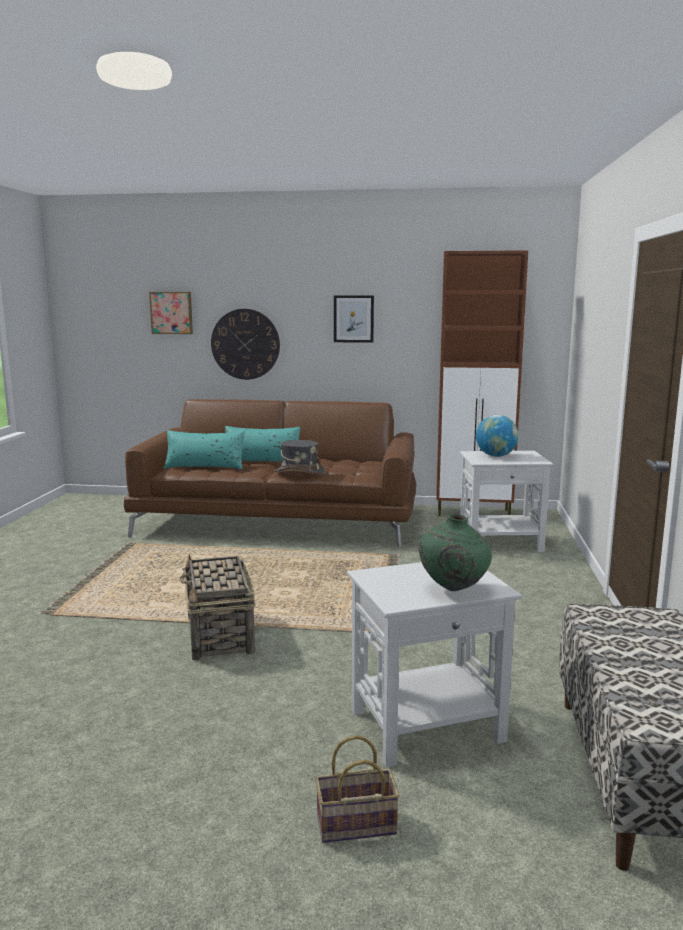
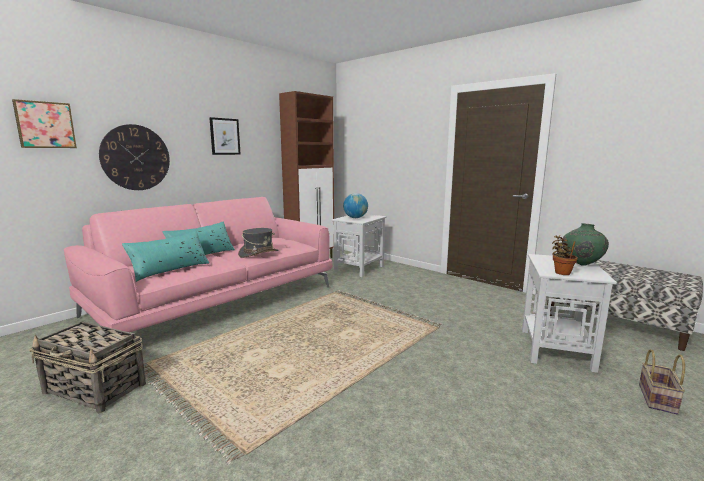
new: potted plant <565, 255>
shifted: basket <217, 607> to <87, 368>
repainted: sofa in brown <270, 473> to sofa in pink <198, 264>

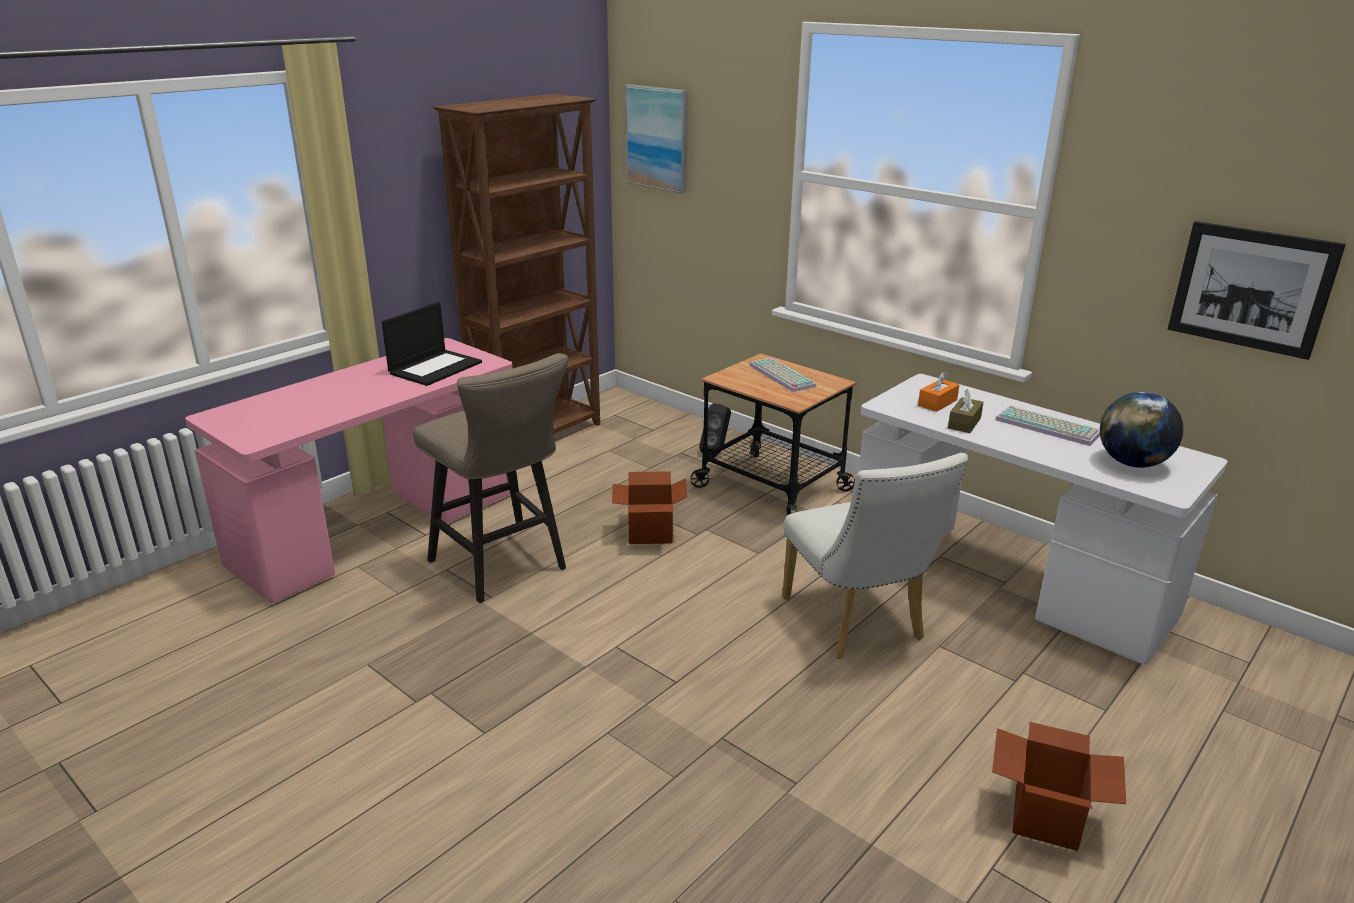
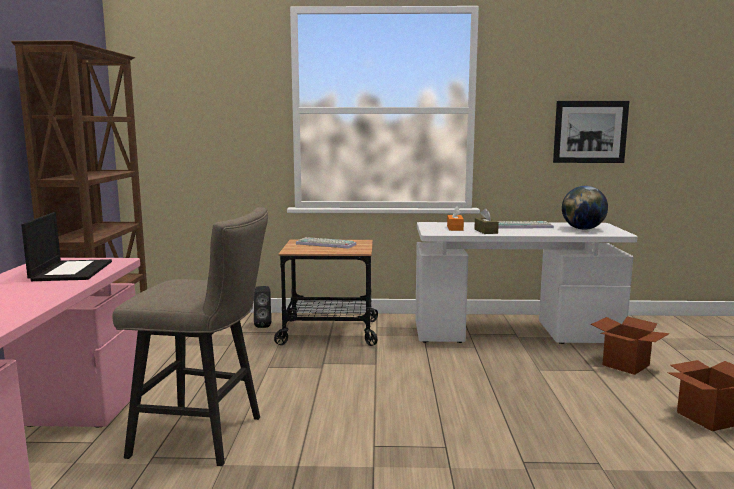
gone: picture <656, 139>; chair in white <875, 556>
shifted: cardboard box <649, 507> to <630, 345>

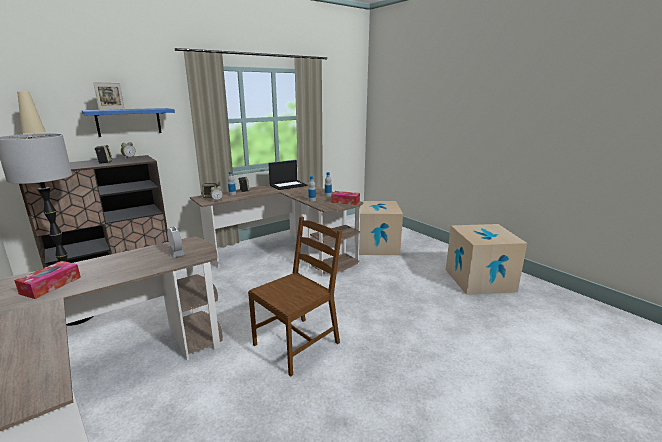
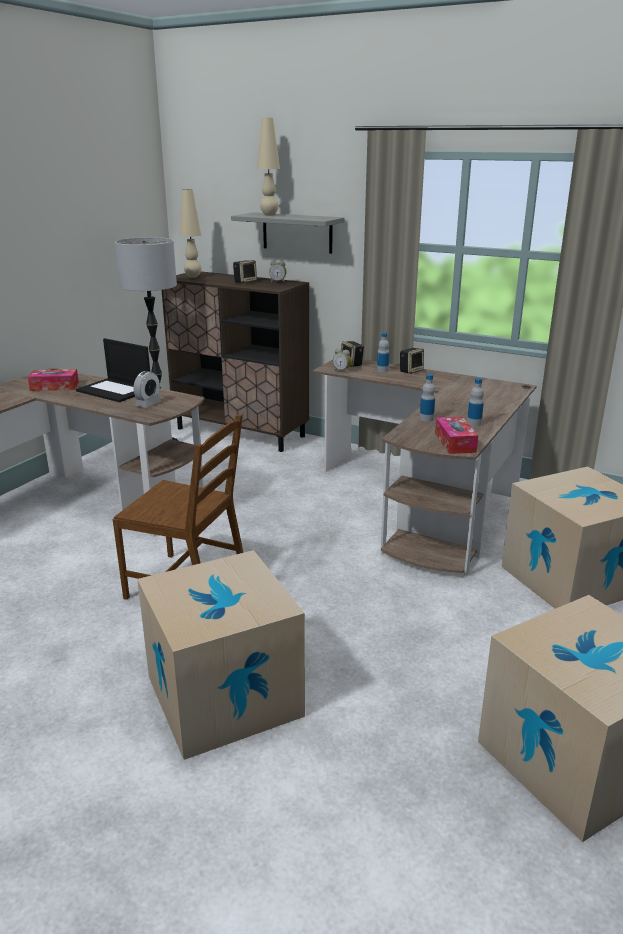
new: cardboard box <221, 655>
shifted: laptop <287, 175> to <113, 370>
swapped: picture frame <108, 96> to table lamp in beige <268, 167>
repainted: shelf in blue <128, 122> to shelf in grey <287, 233>

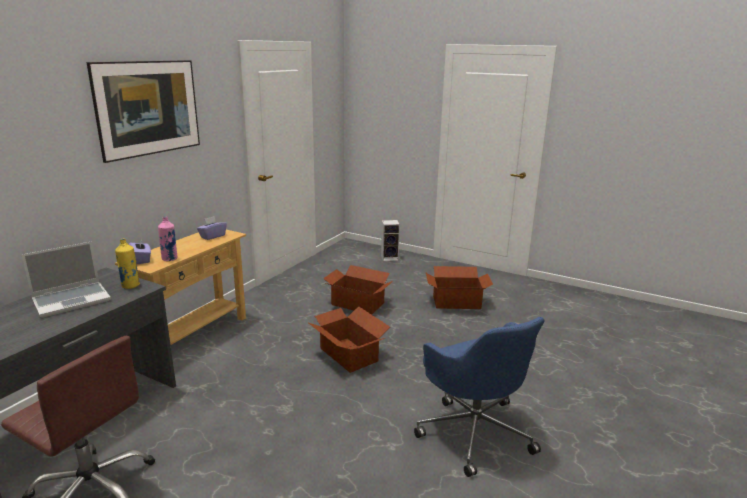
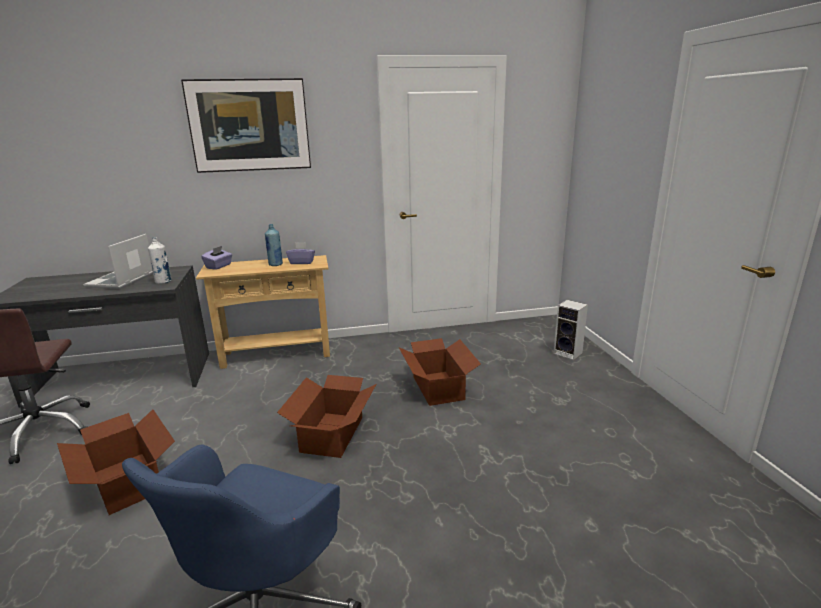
gone: bottle in pink <167, 239>
new: bottle in blue <274, 245>
shifted: cardboard box <459, 287> to <116, 462>
repainted: bottle in yellow <127, 263> to bottle in white <160, 260>
rotated: laptop <66, 279> = <118, 261> 90 degrees clockwise

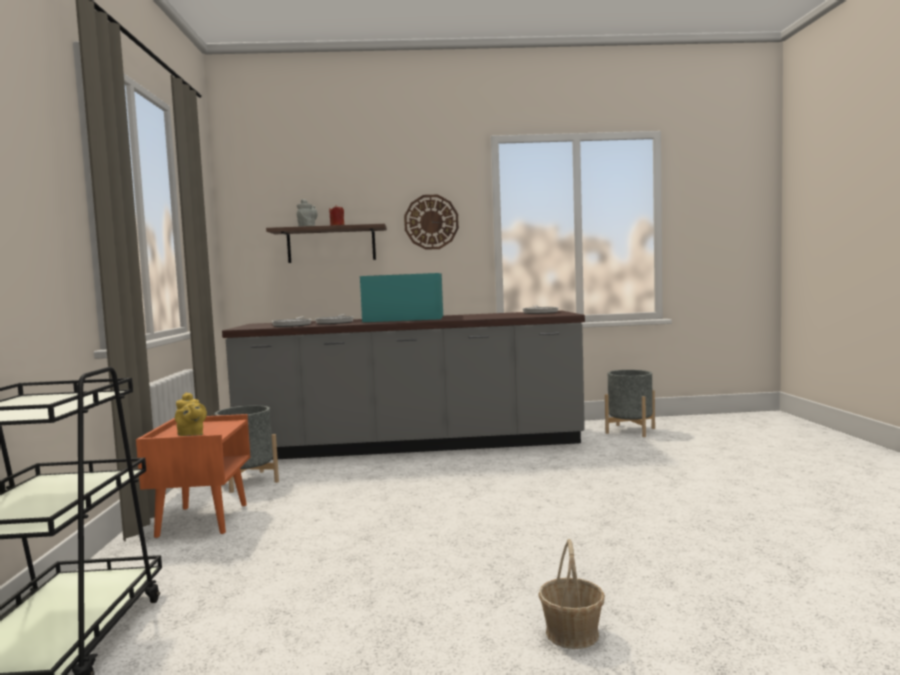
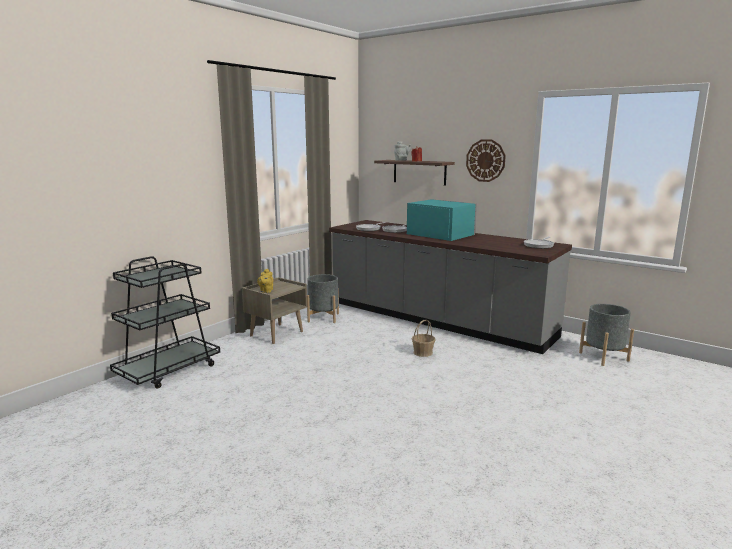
shifted: basket <571, 594> to <424, 338>
repainted: nightstand in orange <193, 476> to nightstand in beige <274, 310>

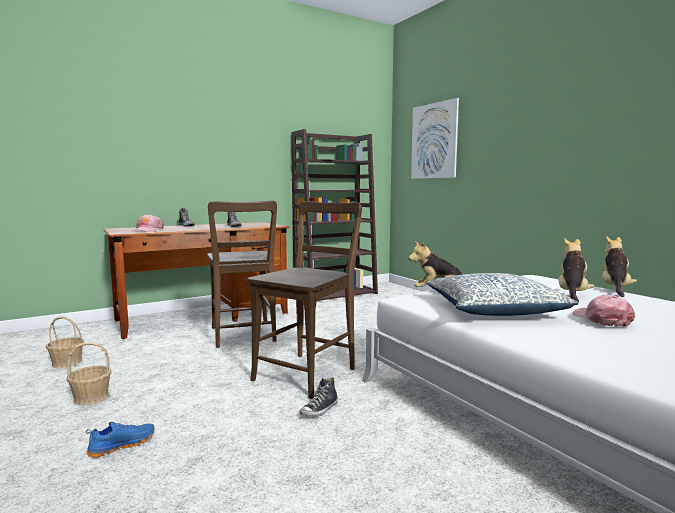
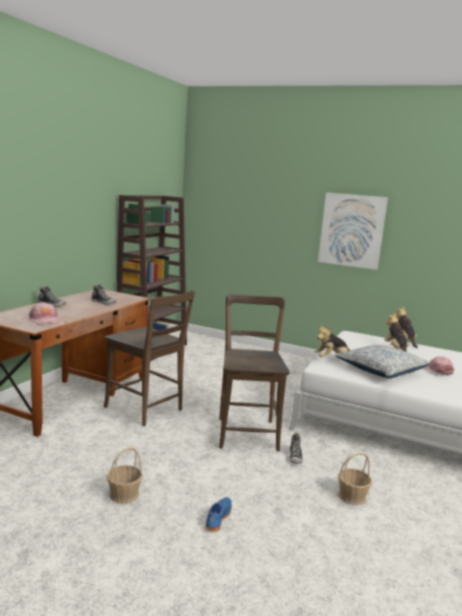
shifted: basket <65, 342> to <355, 478>; picture <435, 138> to <353, 231>

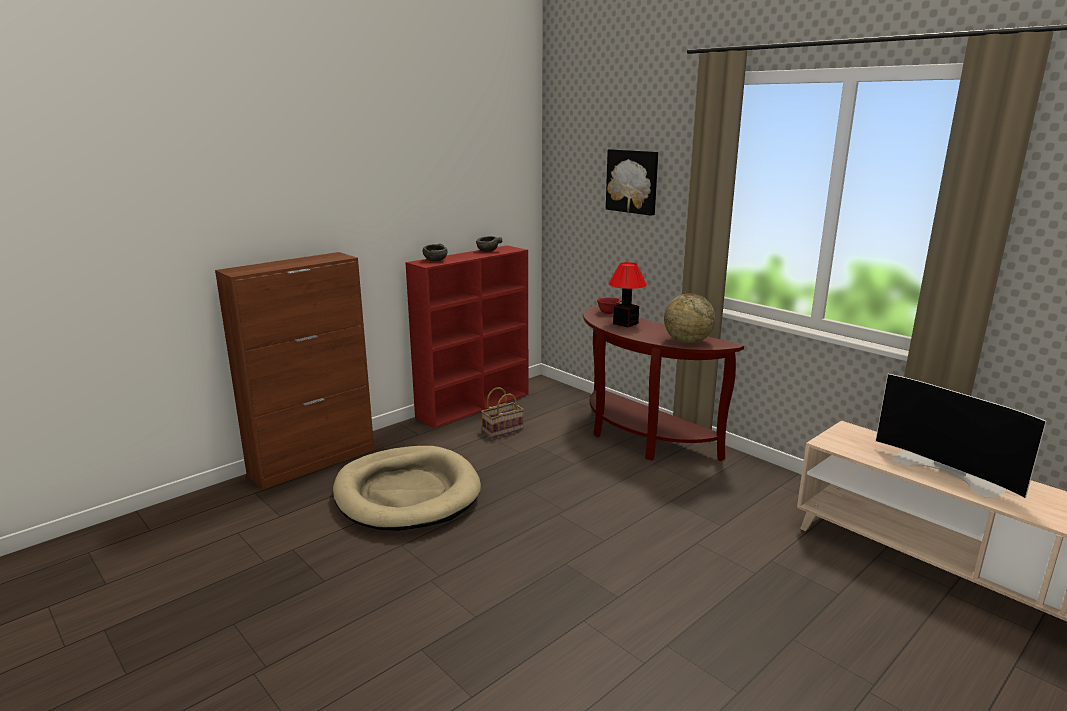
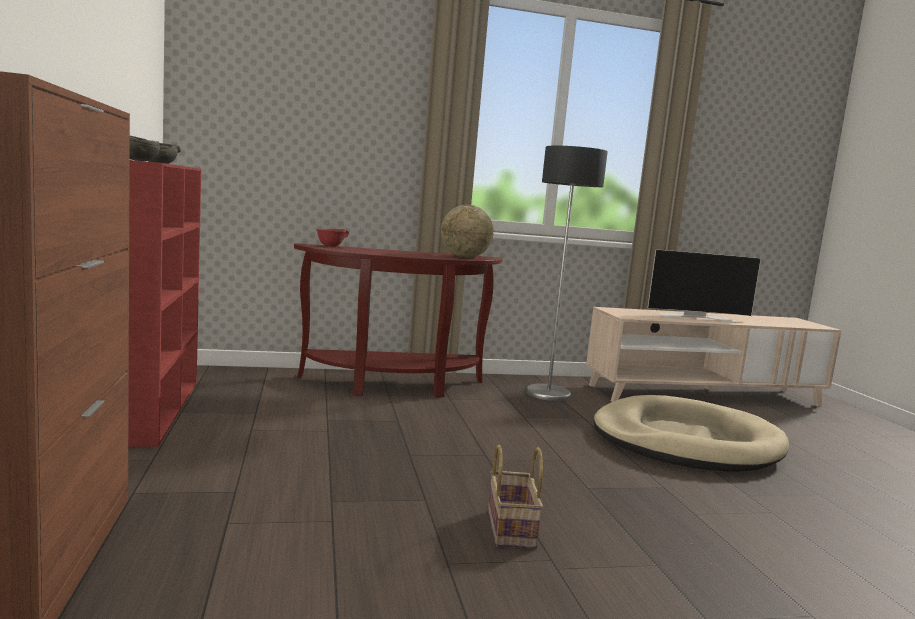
gone: picture <632, 182>; table lamp <627, 294>
new: floor lamp <567, 273>
shifted: dog bed in beige <407, 488> to <691, 433>; basket <502, 412> to <515, 497>

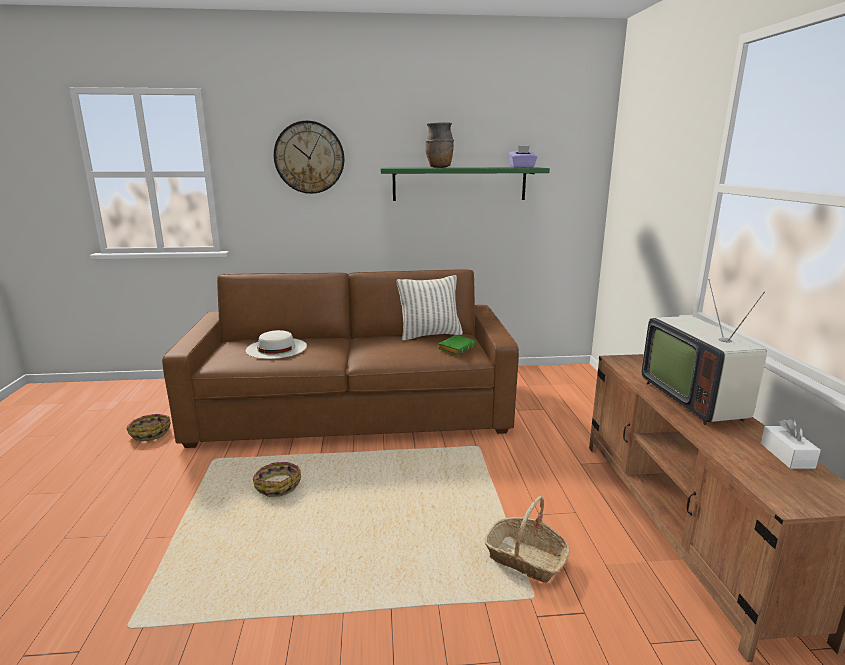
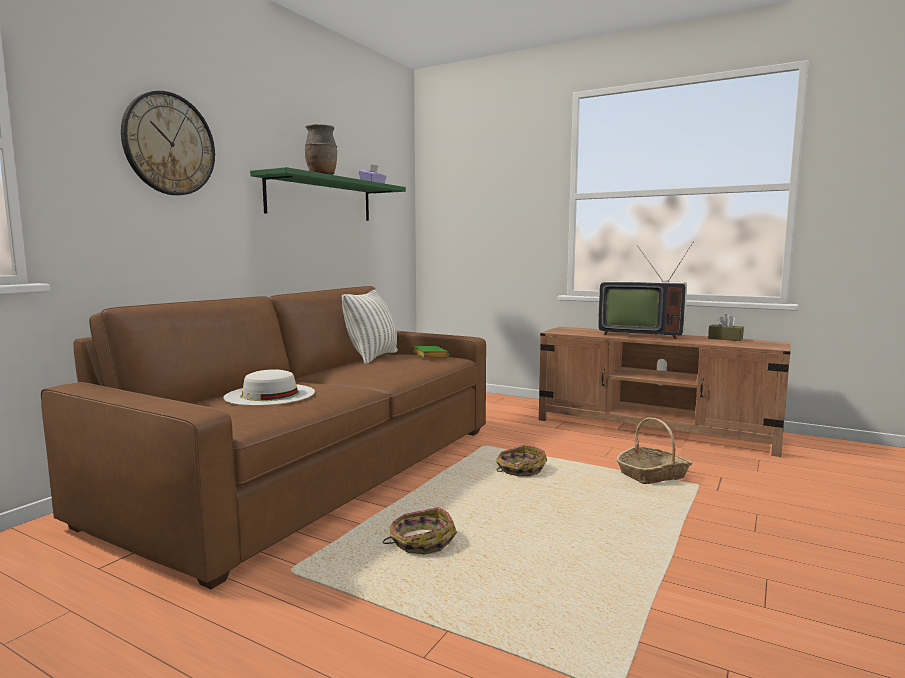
shifted: basket <148, 428> to <521, 460>
repainted: tissue box in white <791, 444> to tissue box in brown <726, 327>

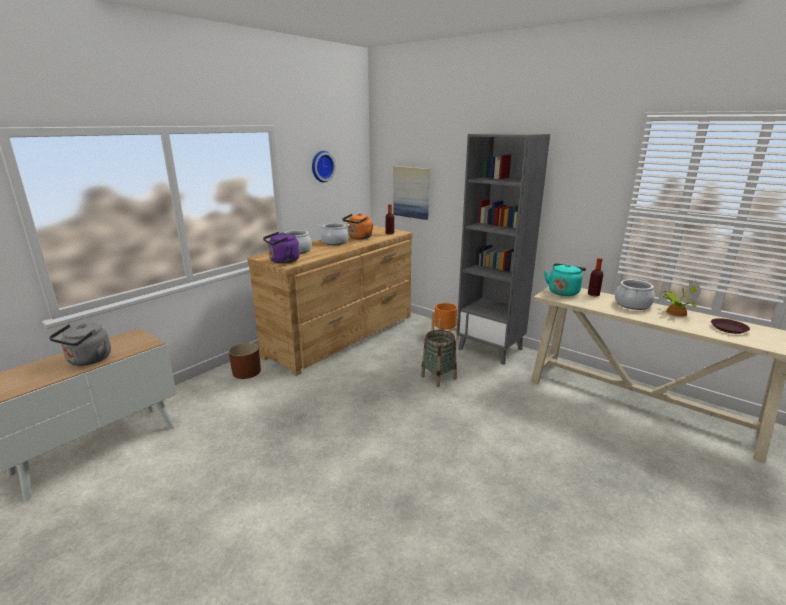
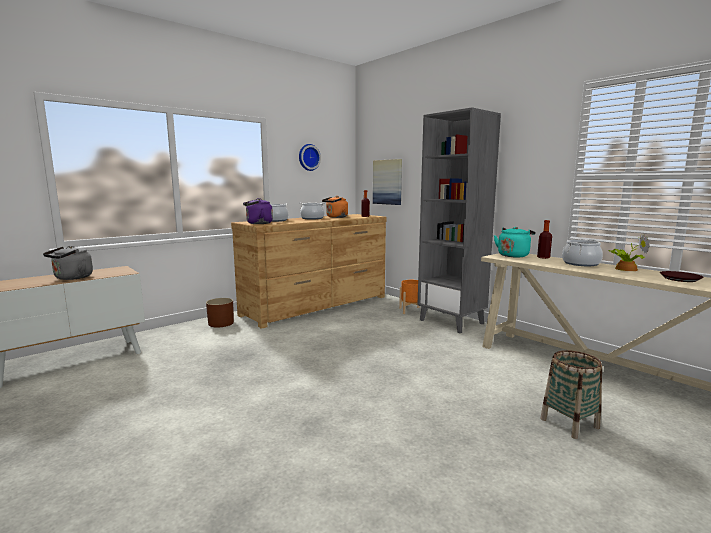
shifted: basket <439, 358> to <571, 394>

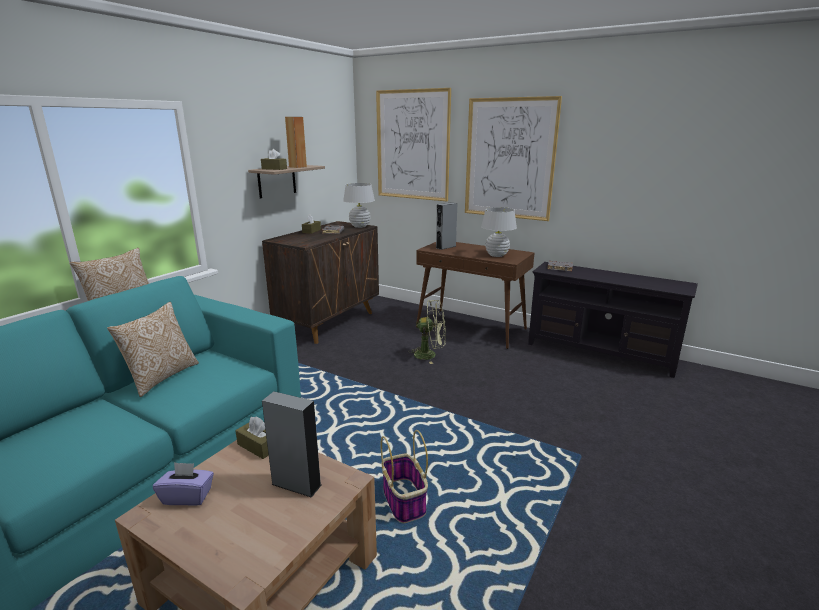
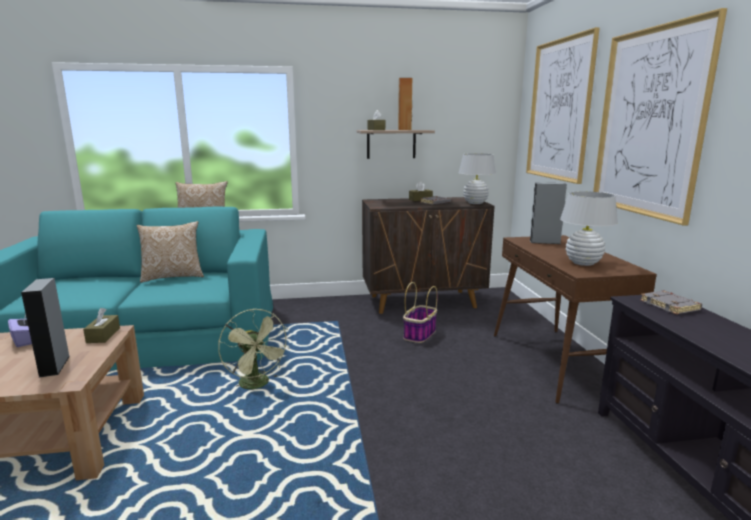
shifted: basket <404, 476> to <420, 312>; fan in green <427, 332> to <254, 349>

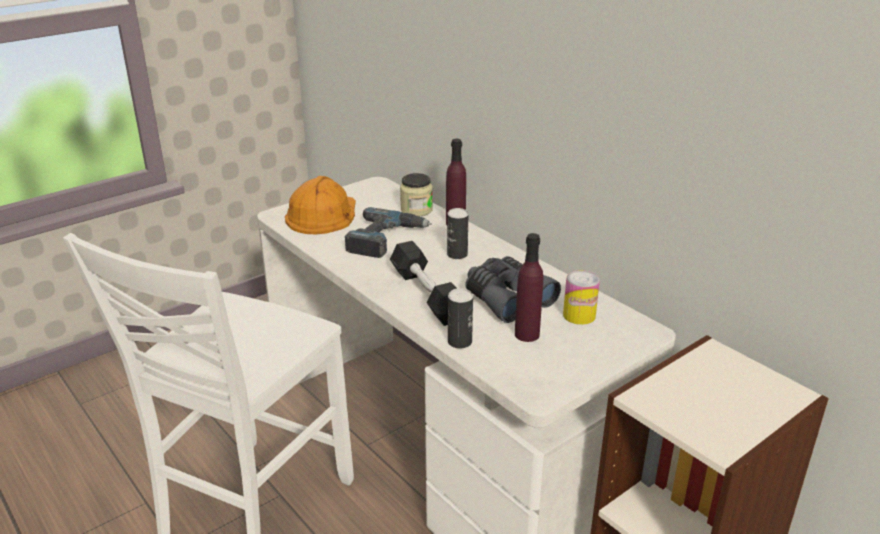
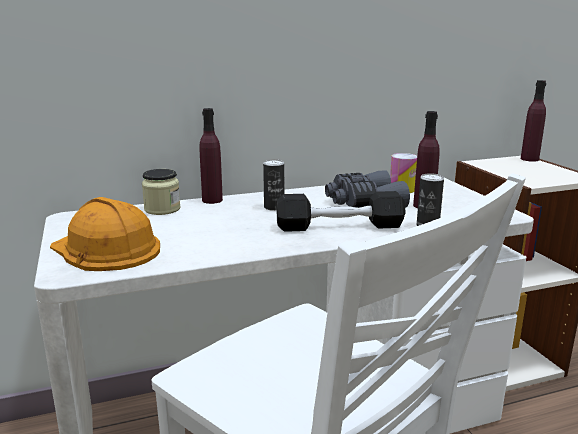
gone: power drill <388, 232>
new: bottle in purple <533, 121>

